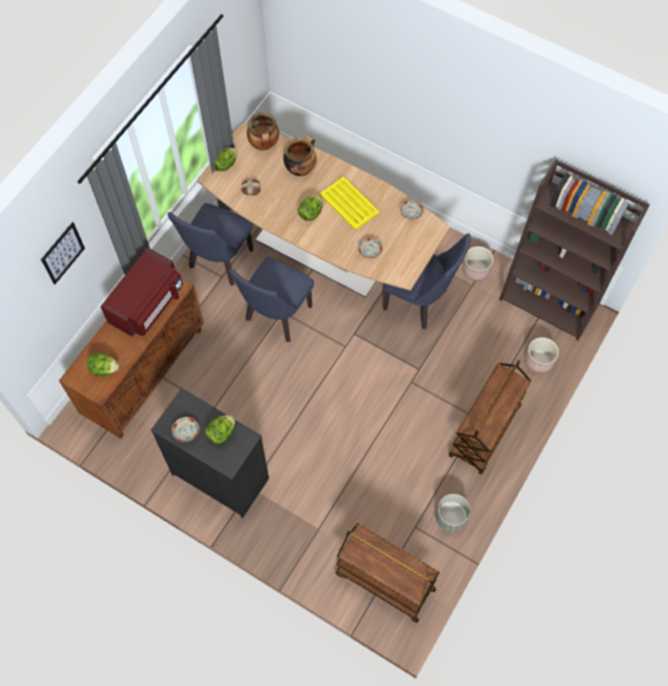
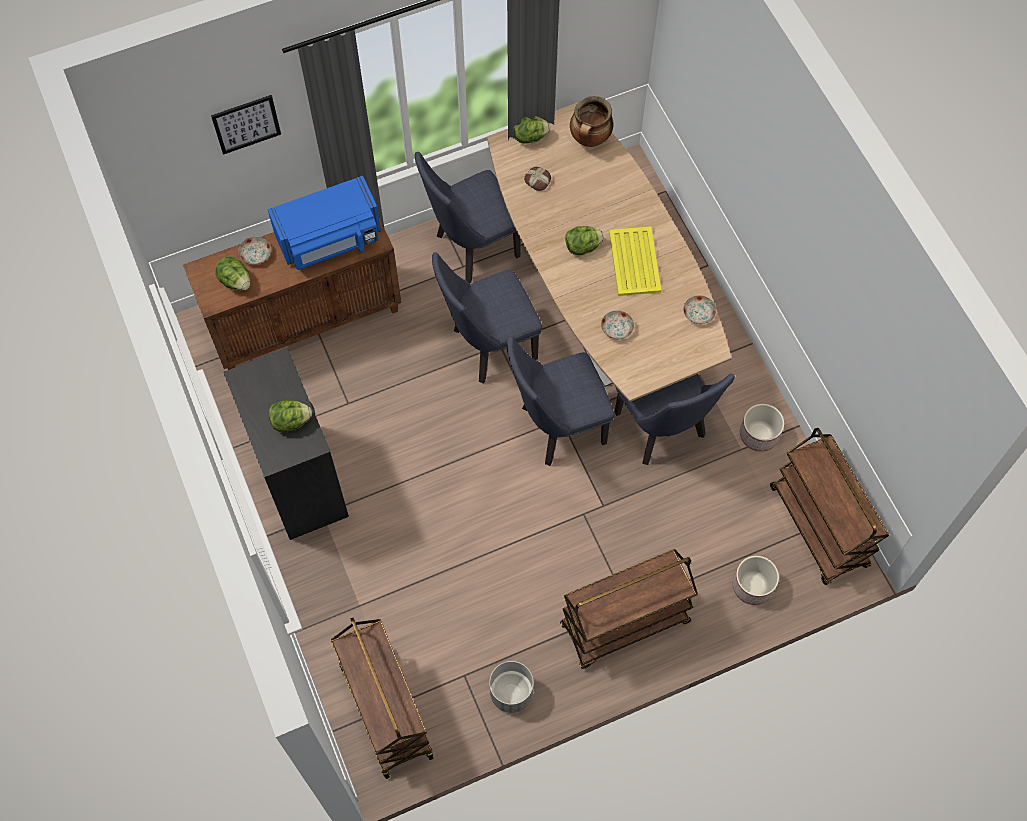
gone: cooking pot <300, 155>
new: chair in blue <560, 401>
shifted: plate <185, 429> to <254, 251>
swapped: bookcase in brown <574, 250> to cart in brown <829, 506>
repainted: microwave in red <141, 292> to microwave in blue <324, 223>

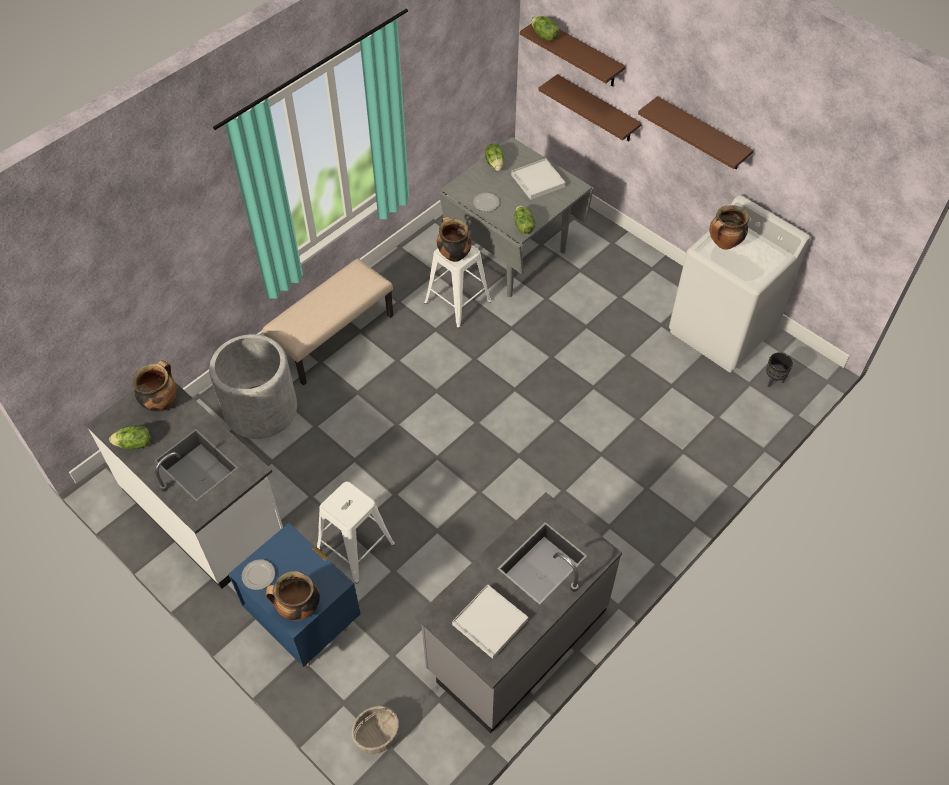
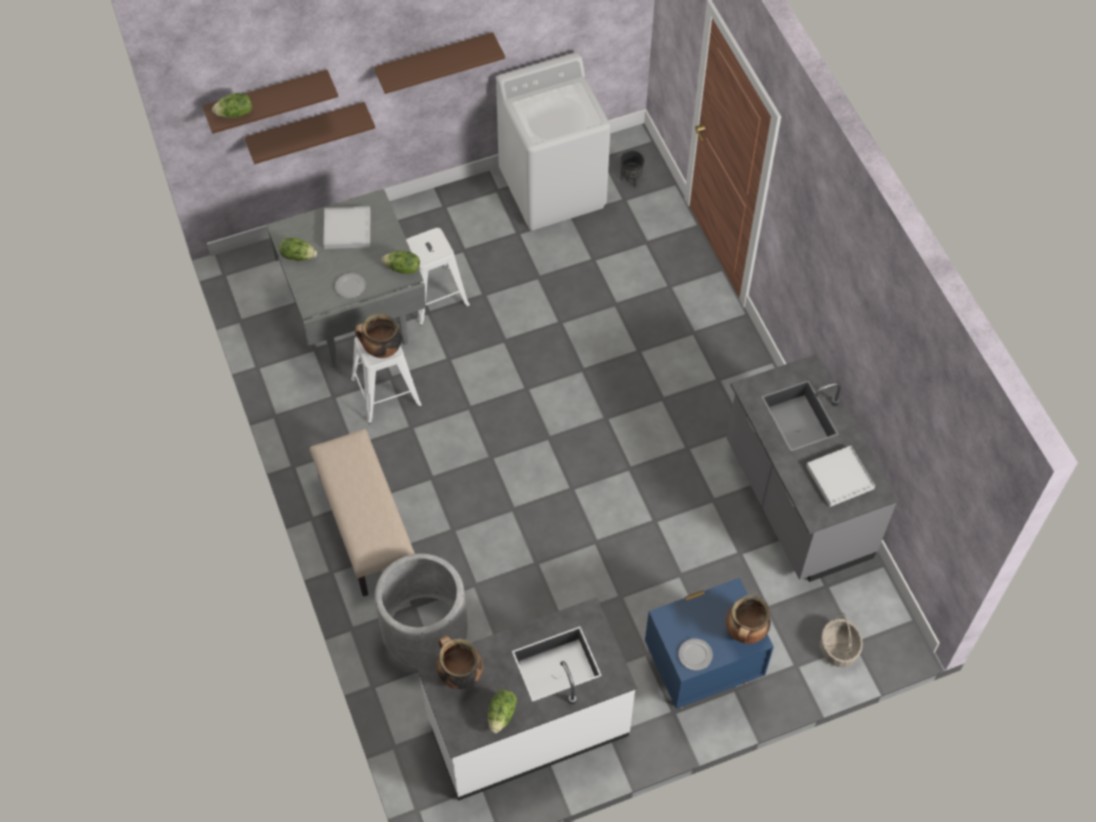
gone: cooking pot <729, 227>
shifted: stool in white <356, 532> to <438, 277>

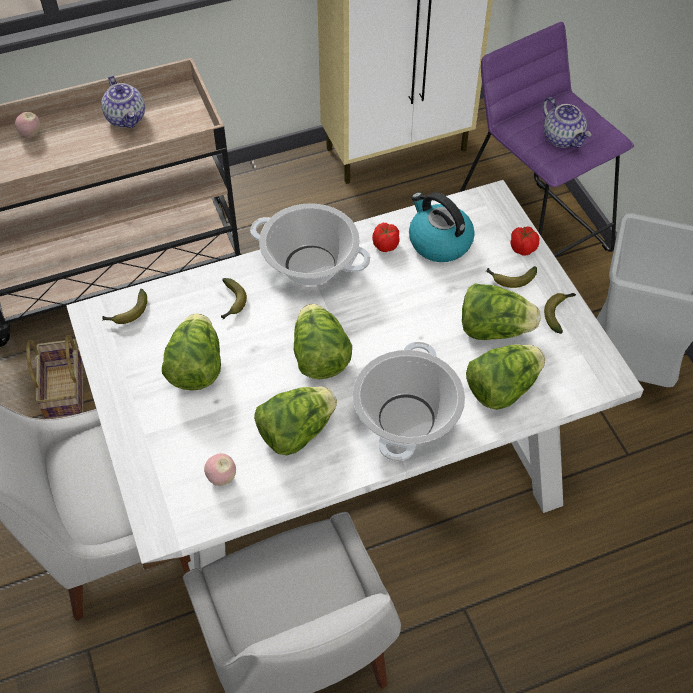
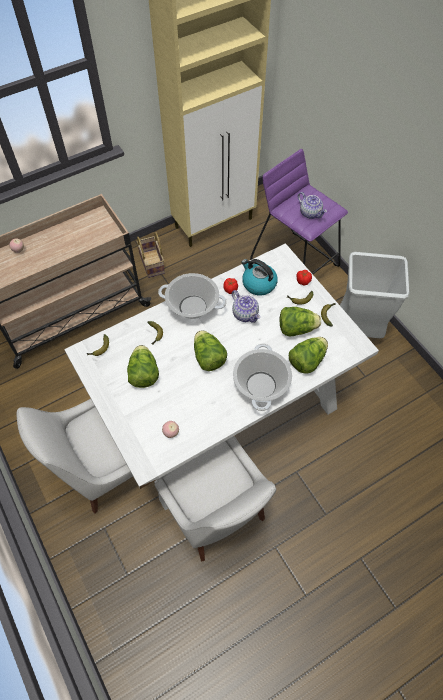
gone: lettuce <295, 420>
shifted: basket <55, 377> to <150, 255>; teapot <123, 102> to <246, 306>

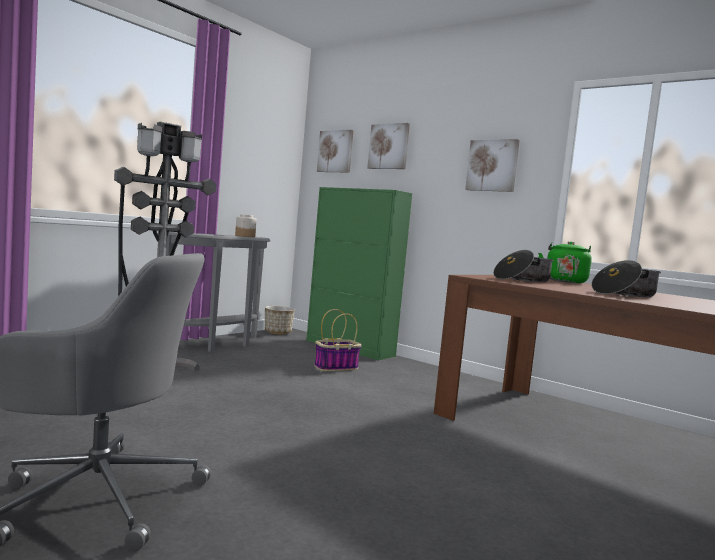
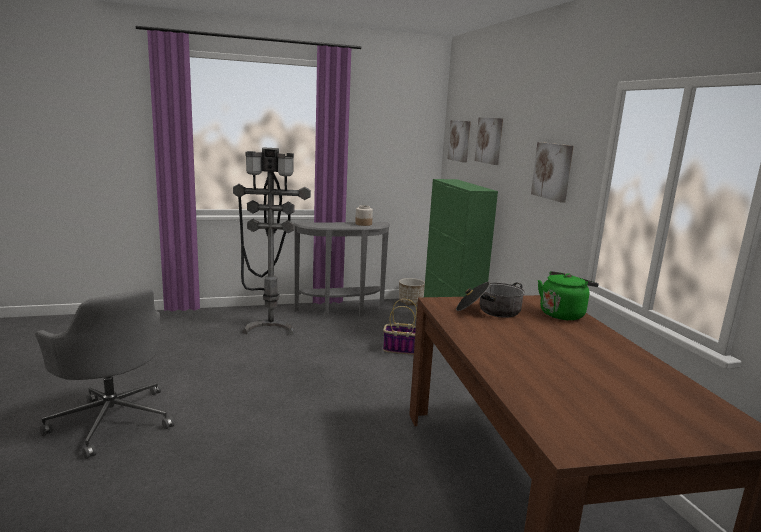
gone: cooking pot <626, 278>

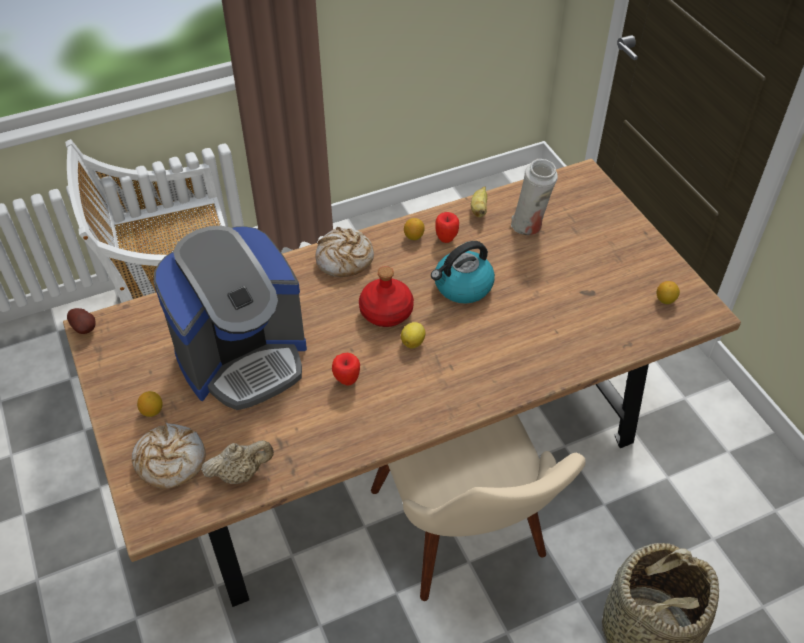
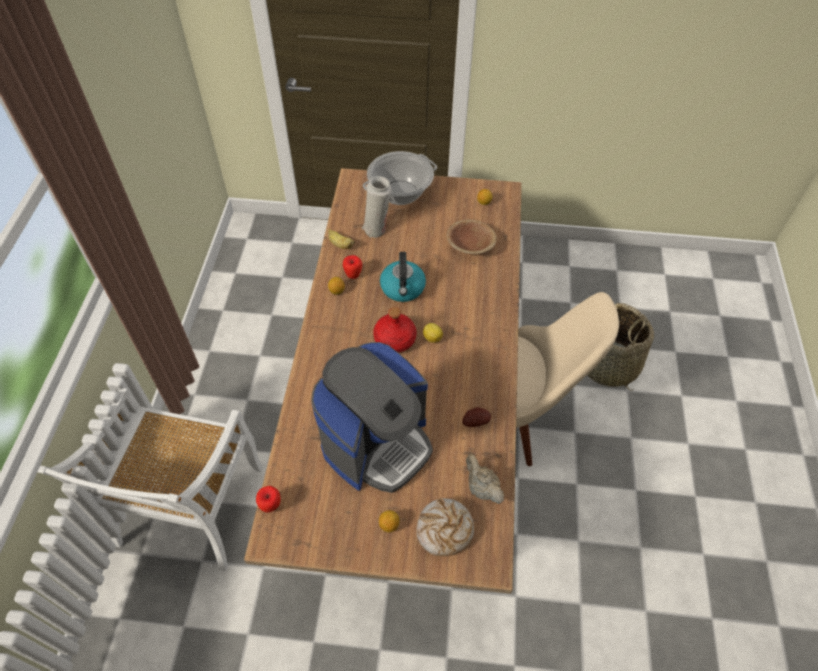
gone: bread <344, 252>
new: cooking pot <400, 178>; bowl in brown <471, 237>
shifted: potato <81, 321> to <477, 417>; apple <346, 369> to <268, 499>
rotated: coffee machine <230, 318> = <372, 417> 45 degrees clockwise; teapot in beige <237, 462> = <485, 479> 45 degrees counterclockwise

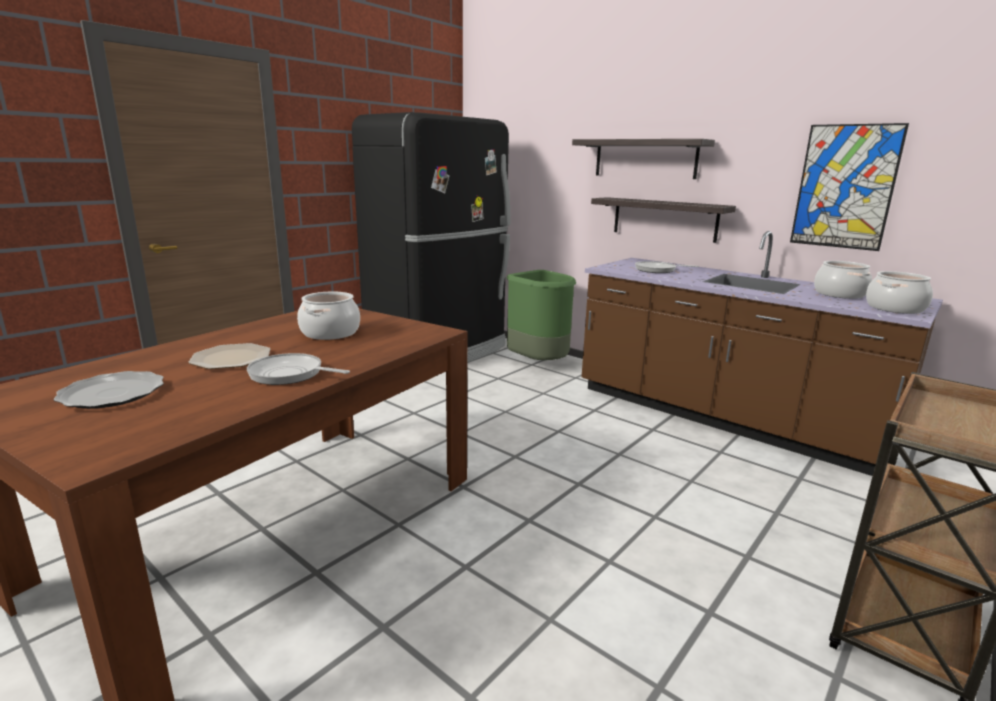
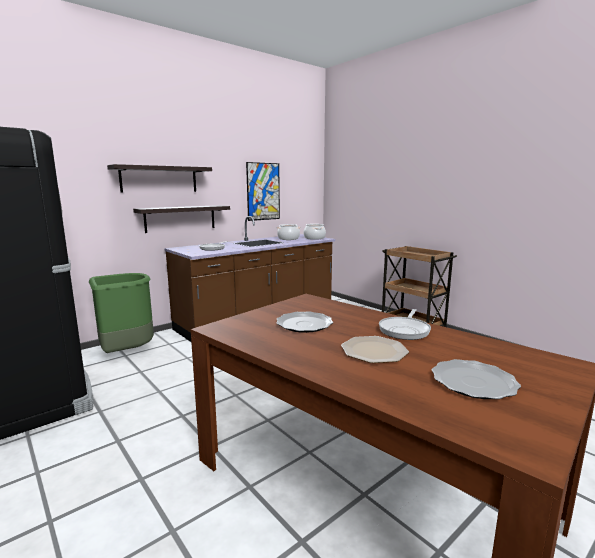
swapped: cooking pot <328, 316> to plate <305, 322>

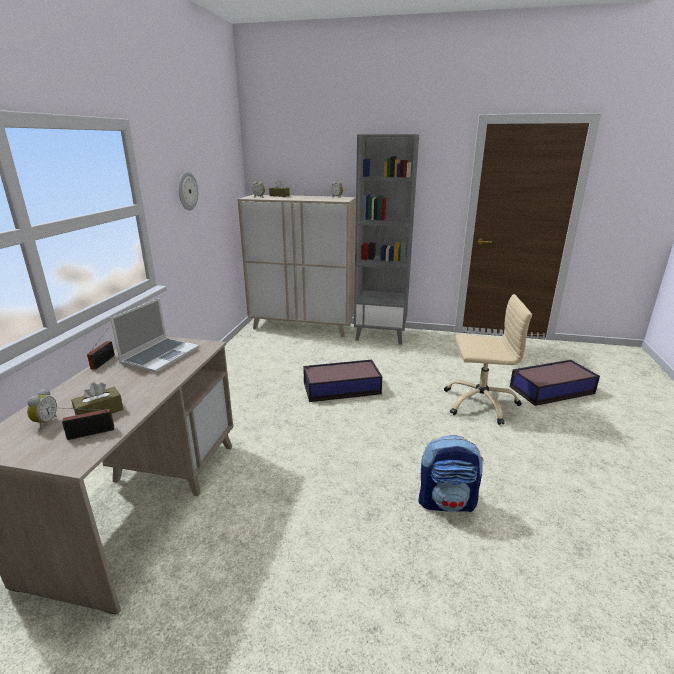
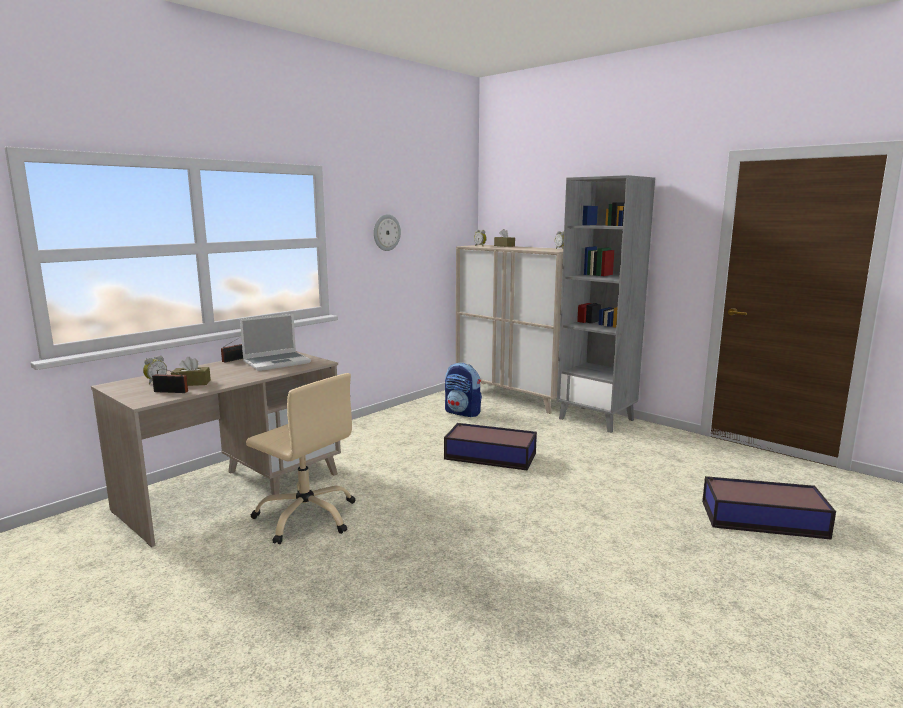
shifted: backpack <450, 473> to <463, 390>; office chair in beige <488, 359> to <300, 458>

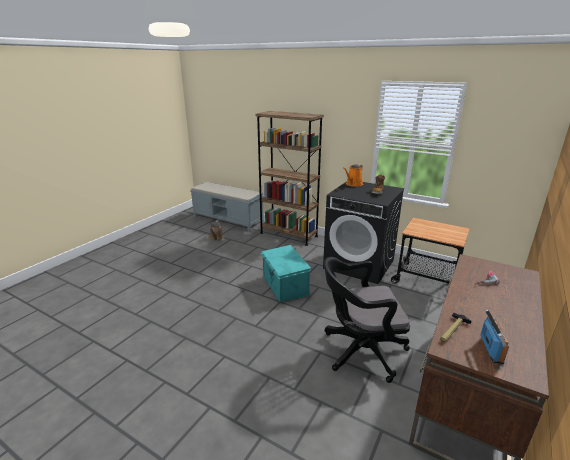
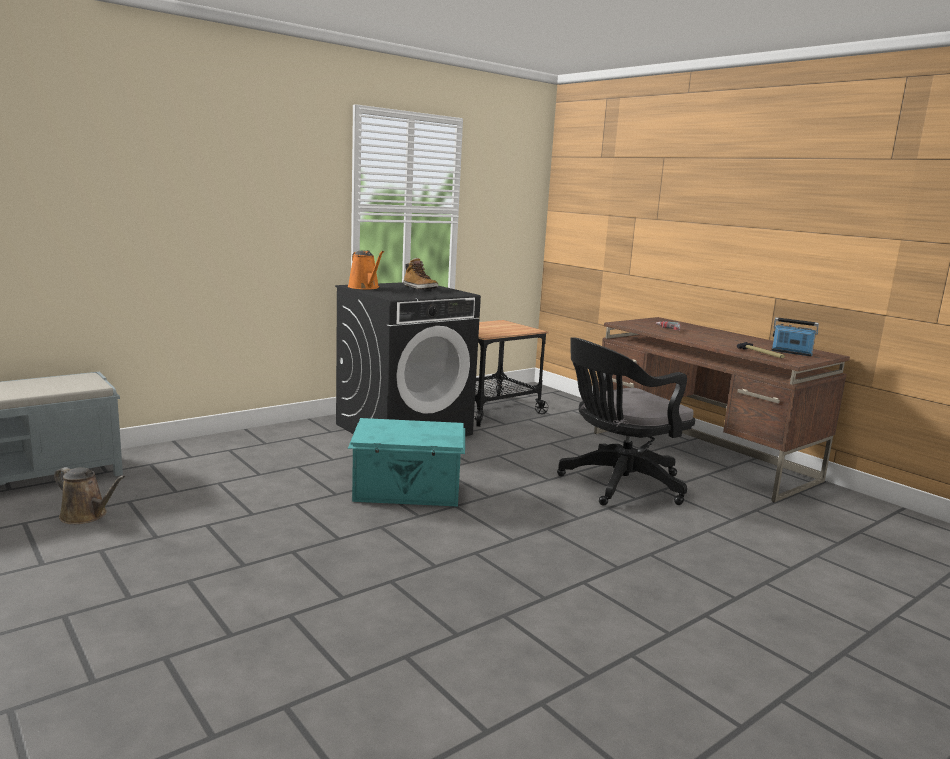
gone: bookcase in brown <289, 178>
rotated: office chair in black <367, 320> = <626, 421> 45 degrees clockwise

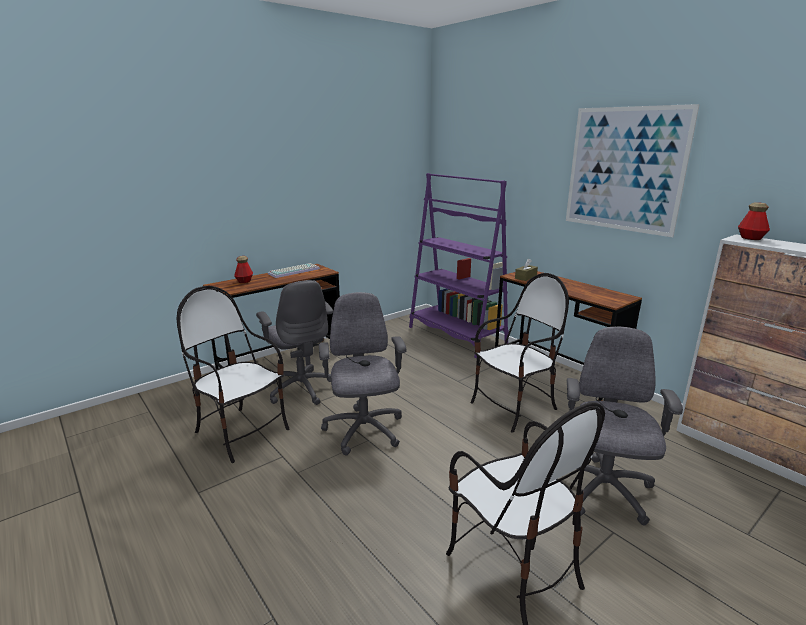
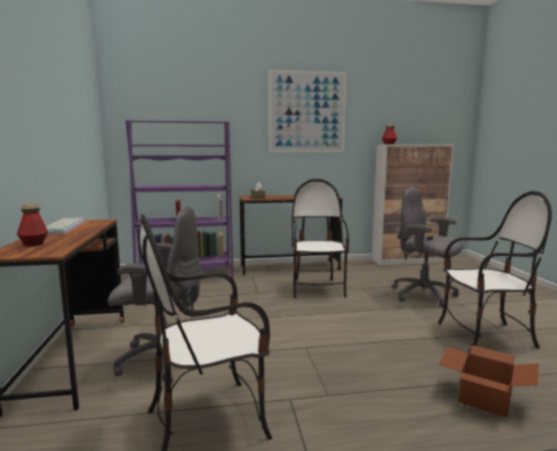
gone: office chair in grey <362, 374>
new: cardboard box <489, 381>

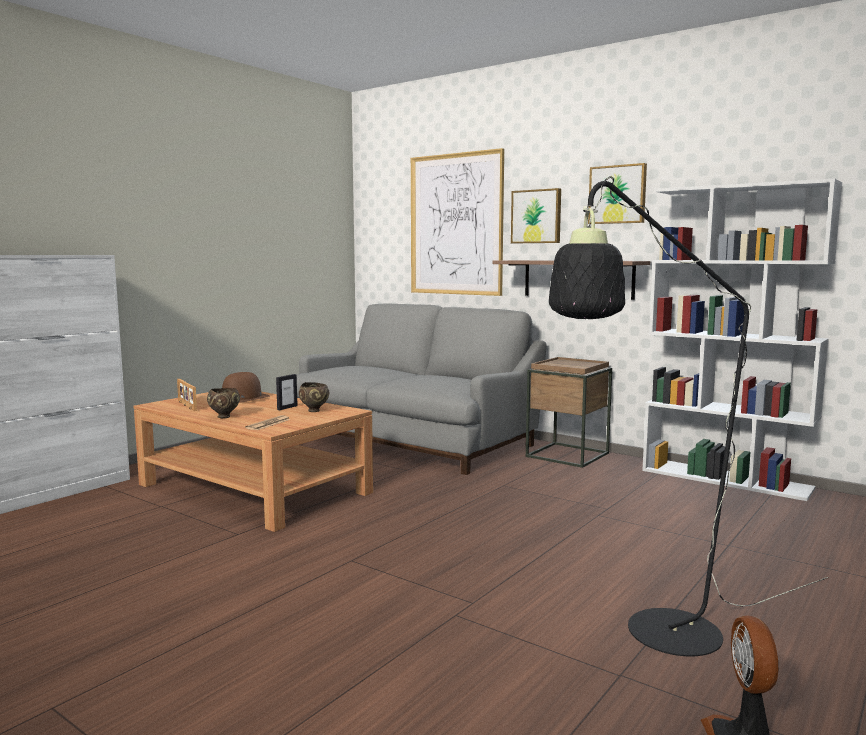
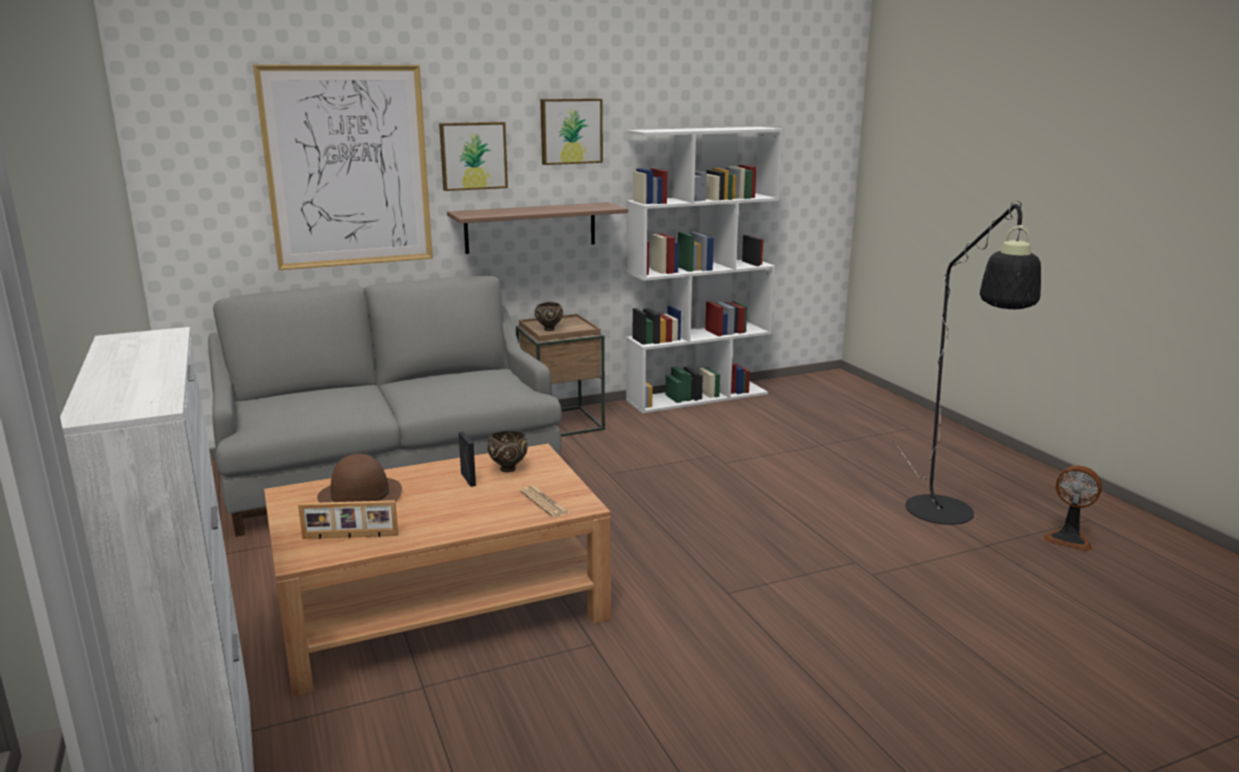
shifted: bowl in brown <223, 403> to <549, 316>

